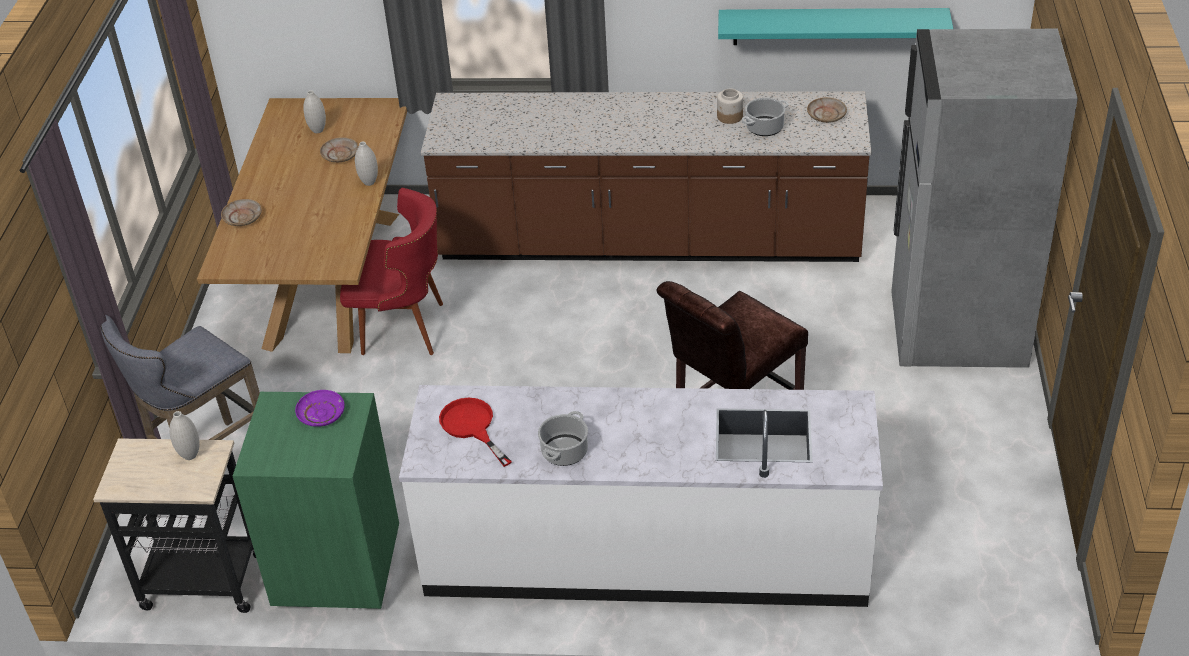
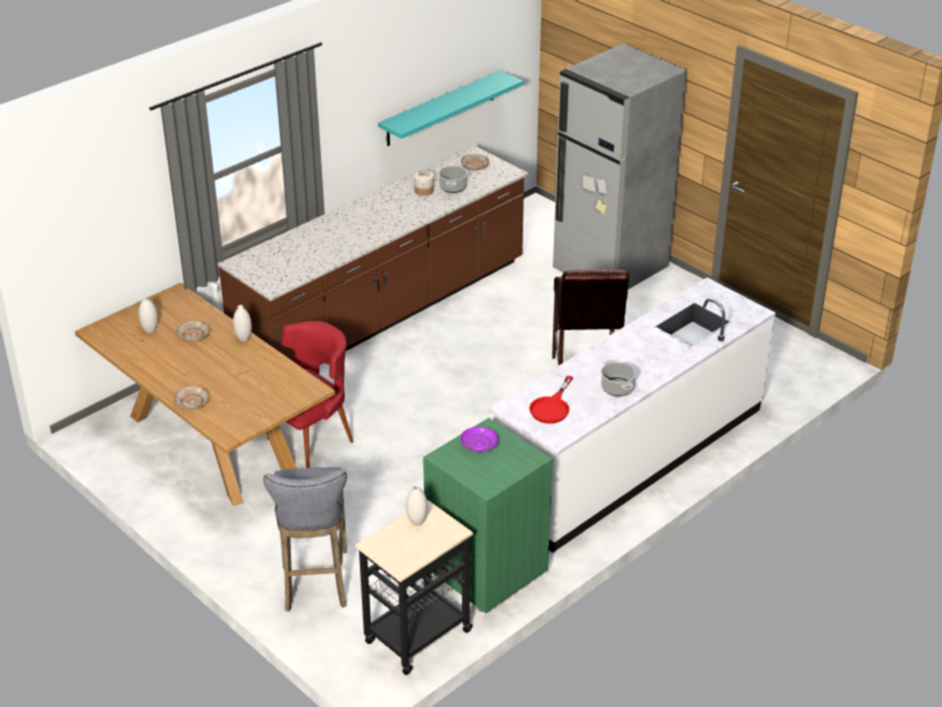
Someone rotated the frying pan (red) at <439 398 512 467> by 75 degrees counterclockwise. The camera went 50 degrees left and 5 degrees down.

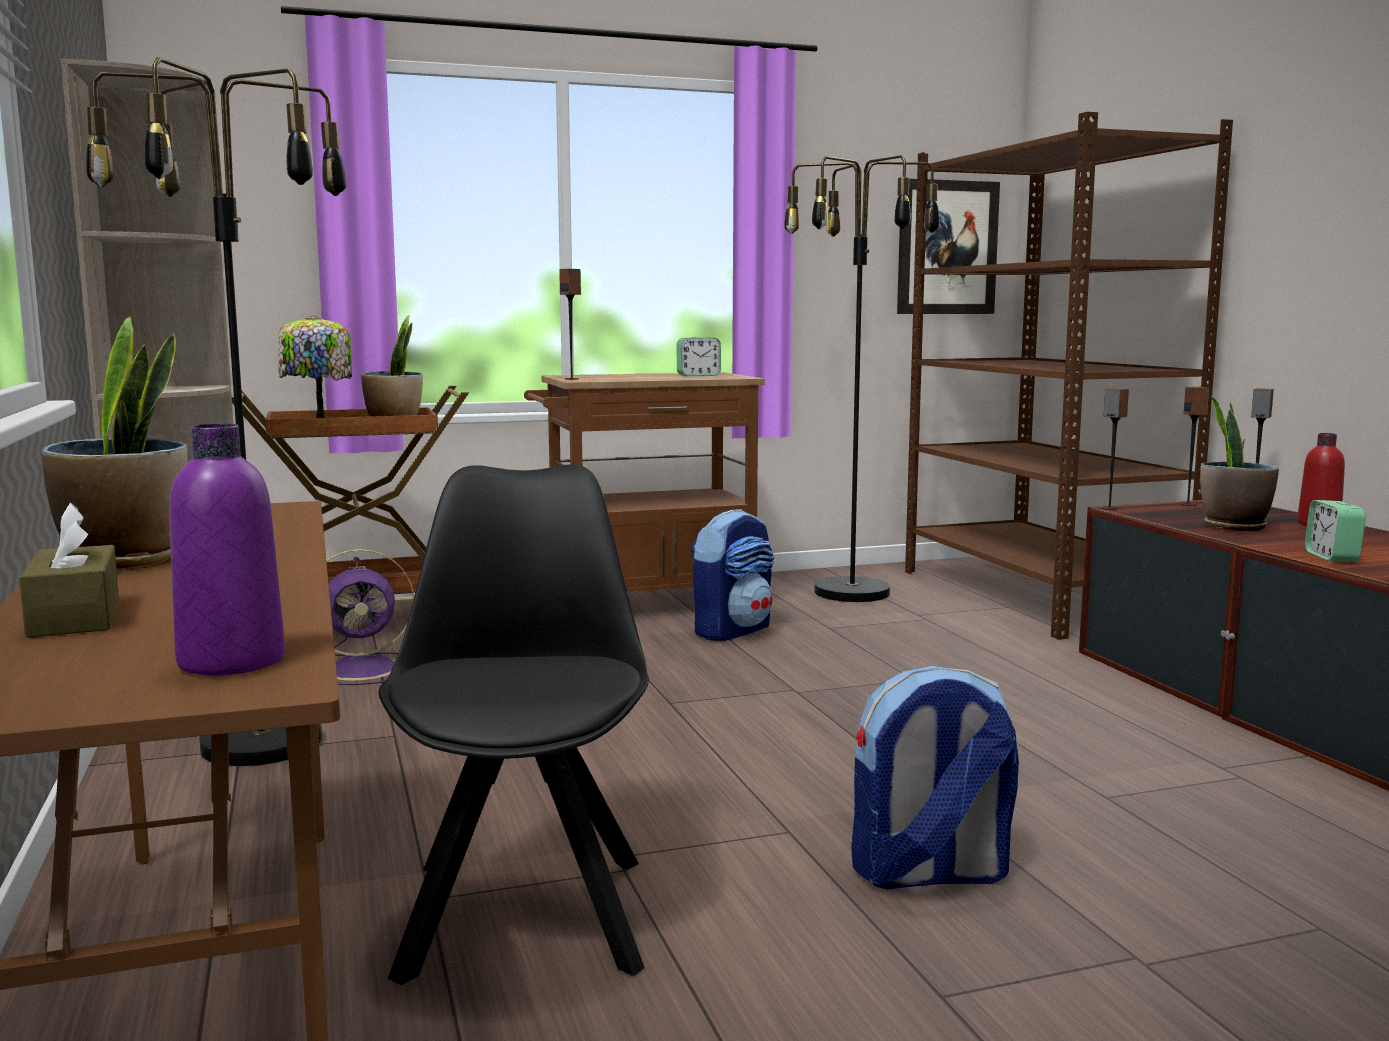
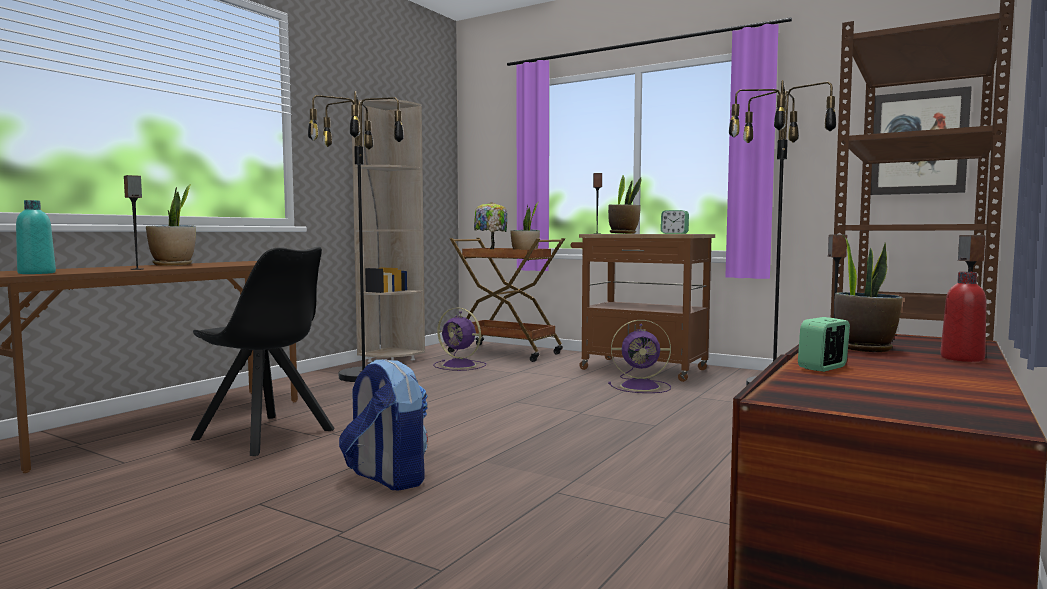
Someone repainted the bottle (purple) at <169 424 285 676>, which became the bottle (turquoise) at <16 200 56 274>. Someone carried the speaker from <1180 387 1209 506> to <124 175 143 270>. Someone rotated the chair (black) at <379 465 649 985> by 75 degrees clockwise. Someone put down the potted plant at <608 175 641 234>. Someone swapped the backpack at <691 509 774 641> for the fan (purple) at <608 320 671 393>. Someone took away the tissue box (brown) at <19 503 119 638>. The camera went 50 degrees right and 5 degrees down.

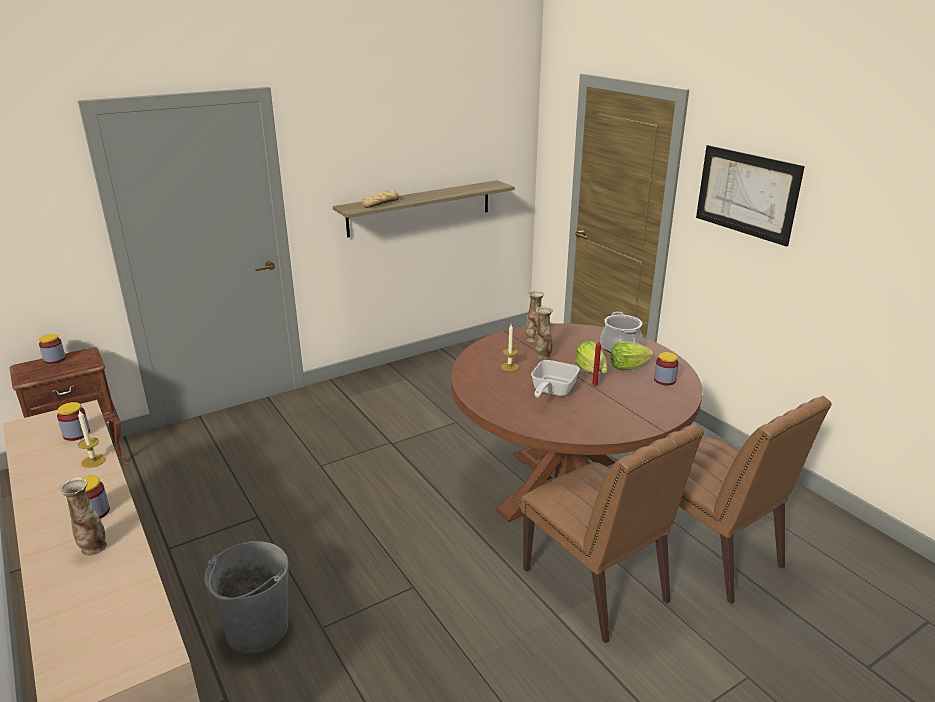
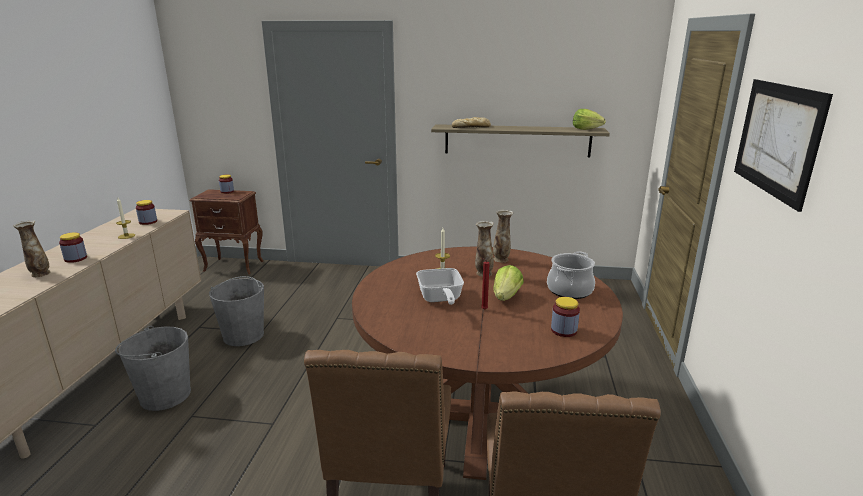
Someone put down the bucket (grey) at <209 276 264 346>. Someone rotated the frying pan at <531 360 580 398> by 75 degrees counterclockwise. Someone carried the lettuce from <610 341 653 370> to <573 109 606 130>. The camera went 40 degrees right and 5 degrees down.

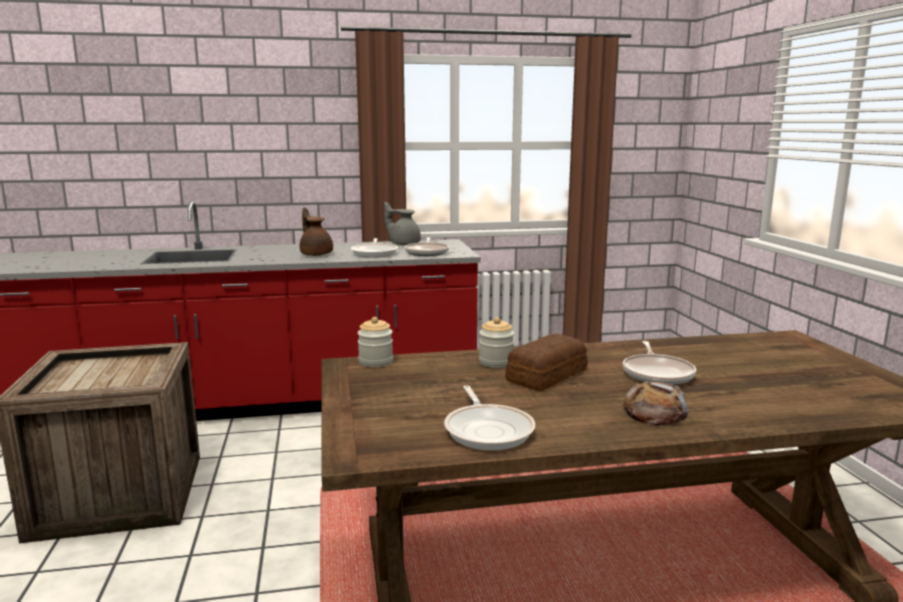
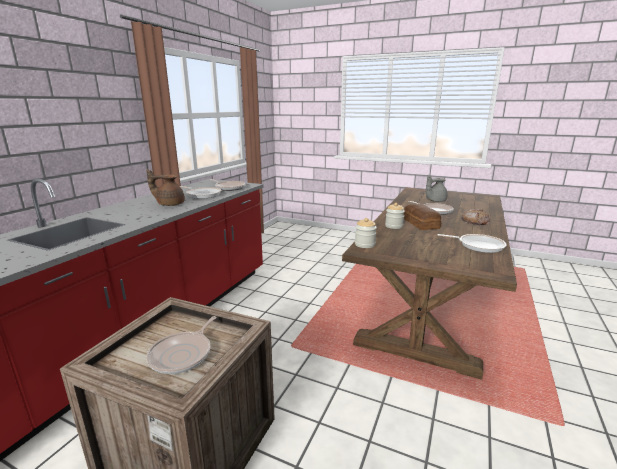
Someone put down the frying pan at <146 316 216 374>. Someone carried the teapot (grey) from <384 202 421 245> to <426 175 448 202>. The camera went 55 degrees left and 5 degrees up.

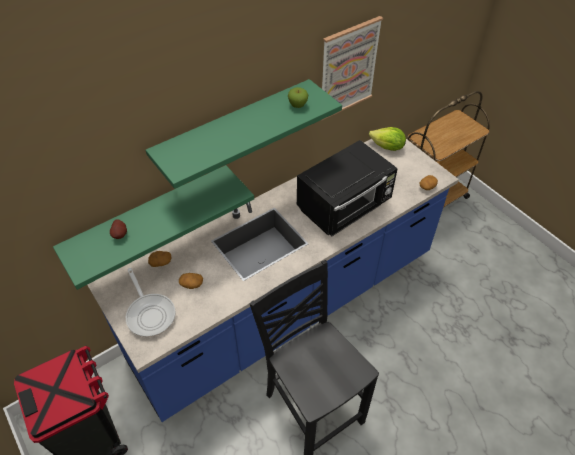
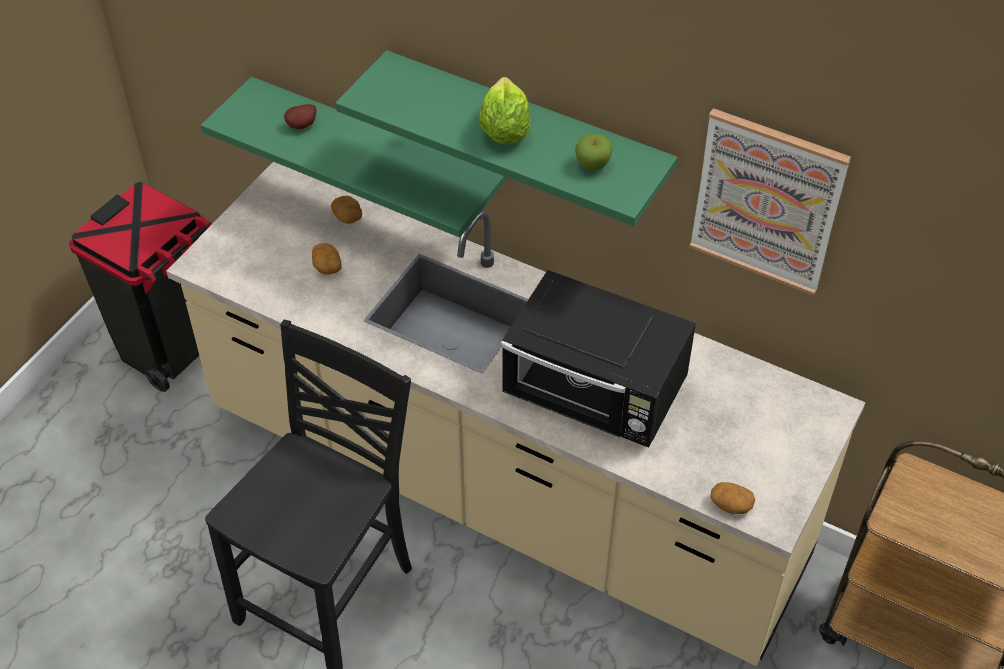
Someone repainted the counter (blue) at <88 139 459 422>, which became the counter (beige) at <166 162 866 666>. Someone carried the lettuce from <369 127 406 151> to <479 77 530 144>. Someone took away the frying pan at <126 268 176 337>. The camera went 65 degrees right and 0 degrees up.

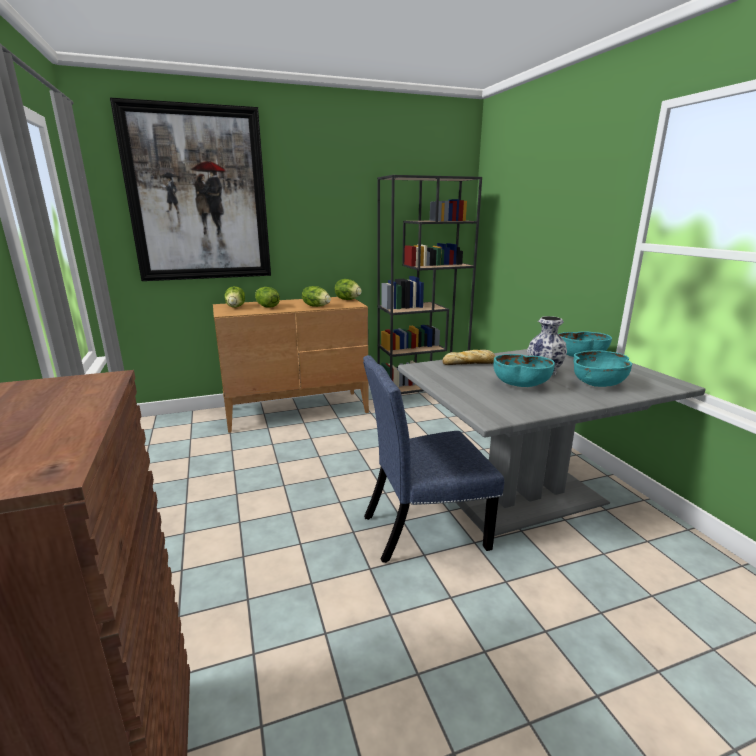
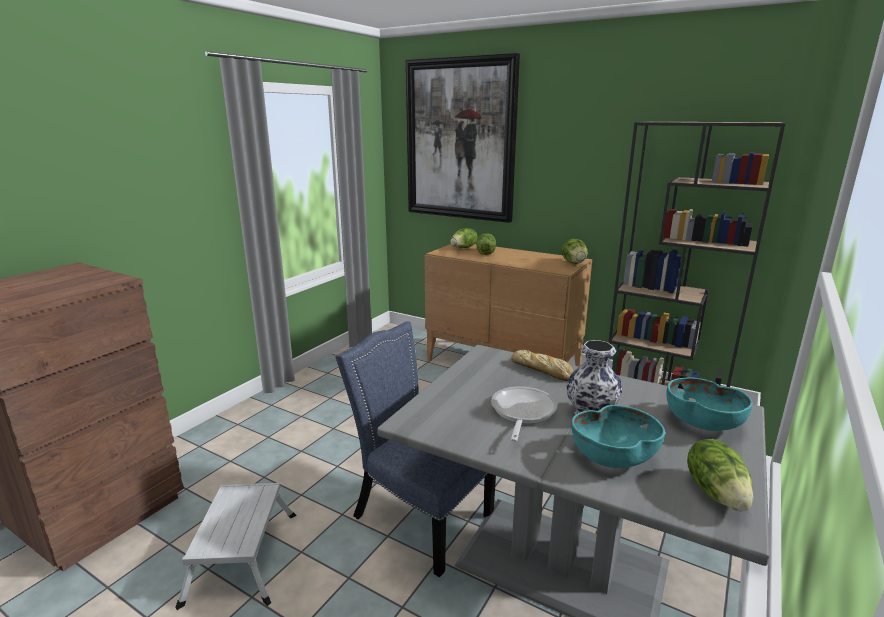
Someone put down the step ladder (white) at <175 483 296 610>. Someone swapped the bowl (turquoise) at <493 354 555 387> for the frying pan at <491 386 557 442>. Someone carried the lettuce from <302 286 331 307> to <687 439 753 511>. The camera went 50 degrees right and 0 degrees up.

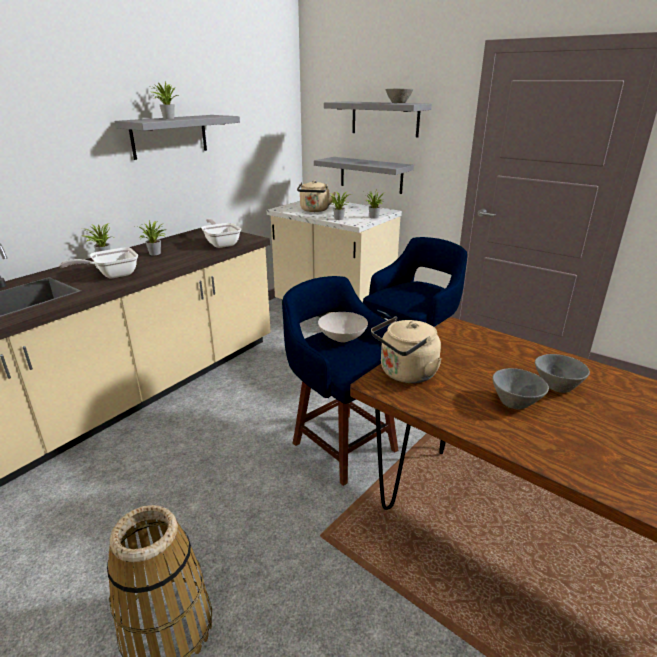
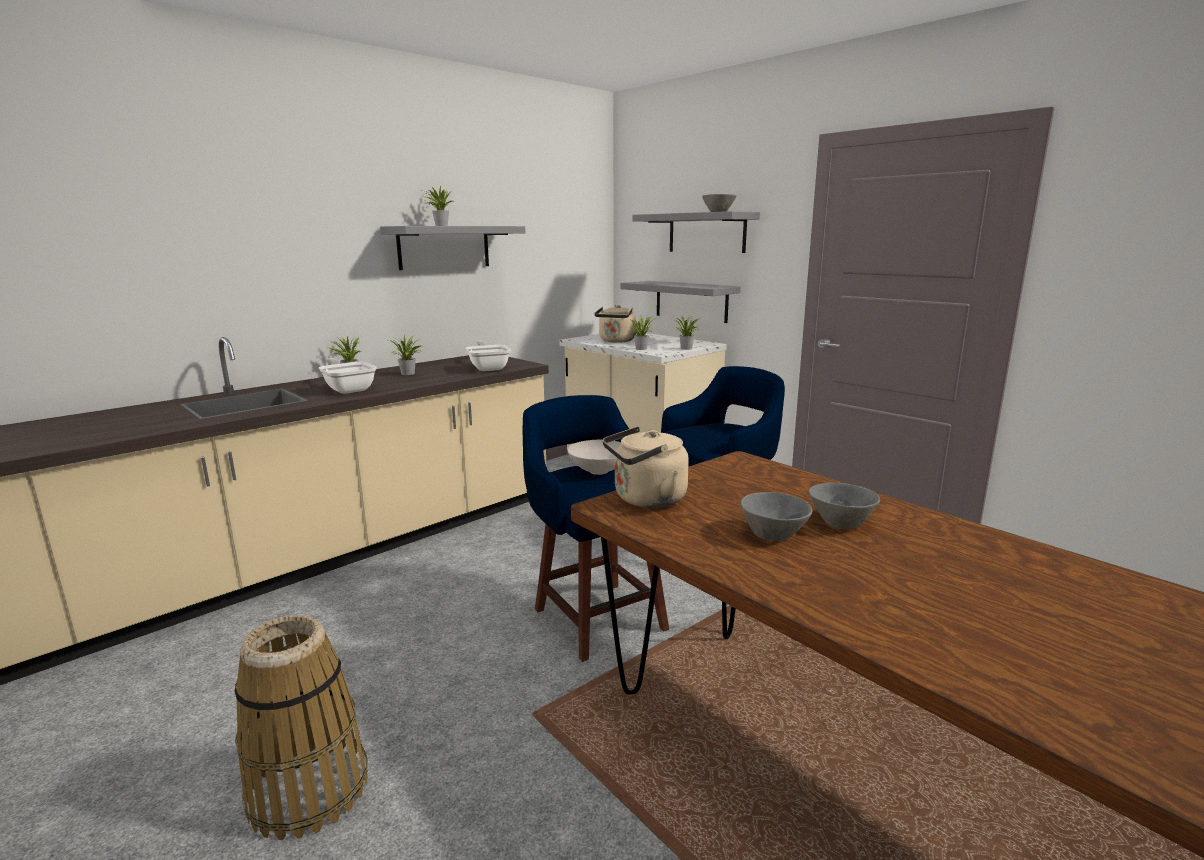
Someone rotated the frying pan at <59 247 138 278> by 75 degrees clockwise. The camera went 10 degrees right and 10 degrees down.

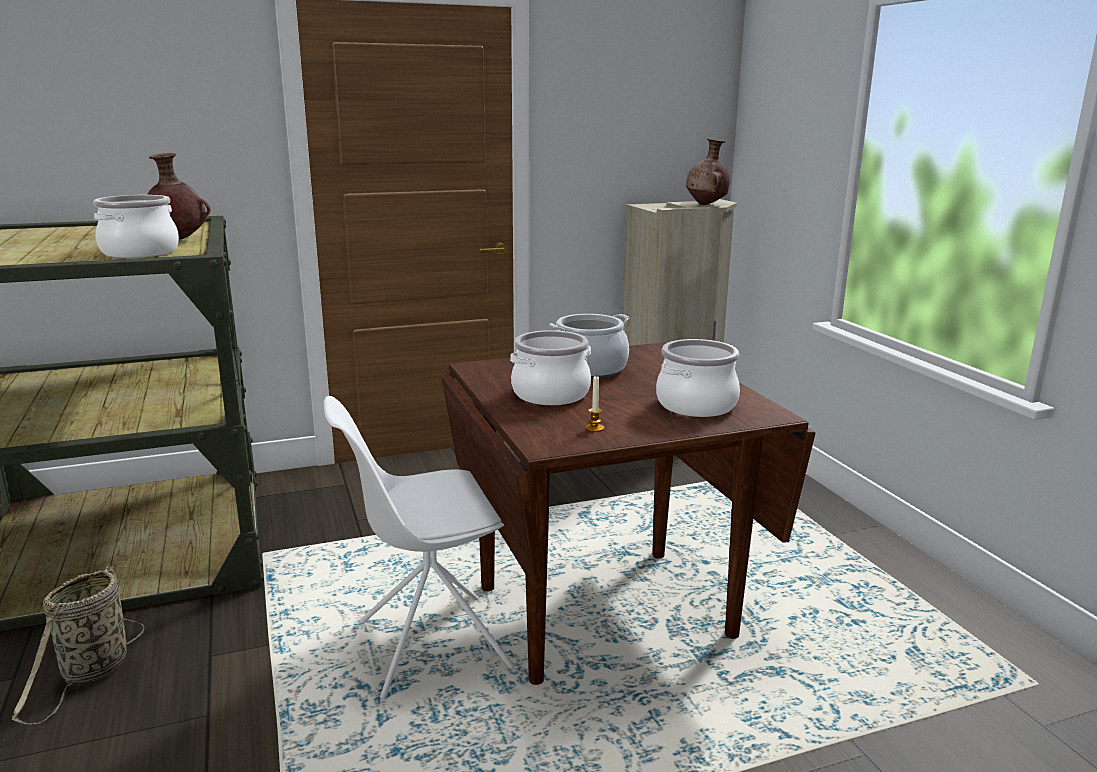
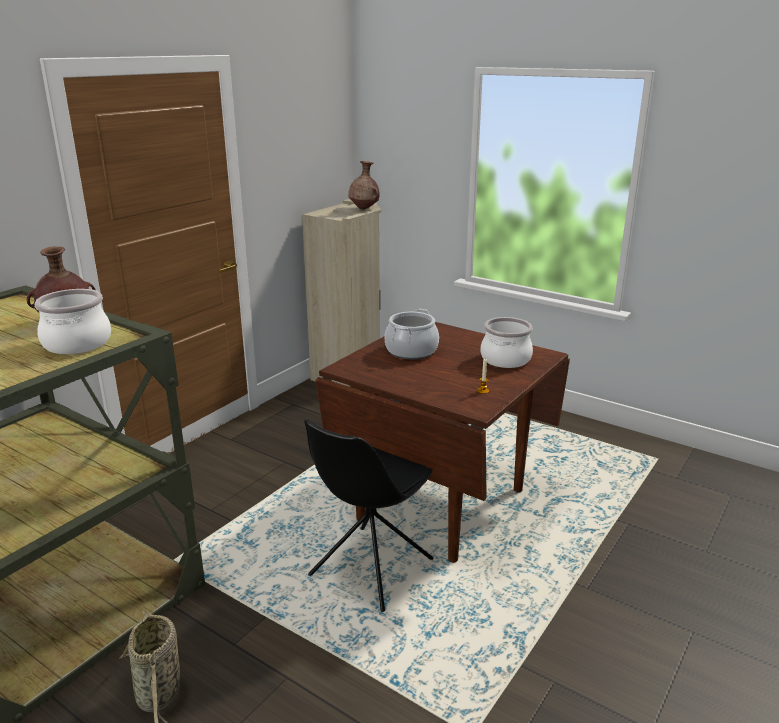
Someone repainted the chair (white) at <324 396 515 699>, which became the chair (black) at <304 419 434 612>. Someone took away the cooking pot at <510 330 591 405>. The camera went 35 degrees left and 5 degrees up.

